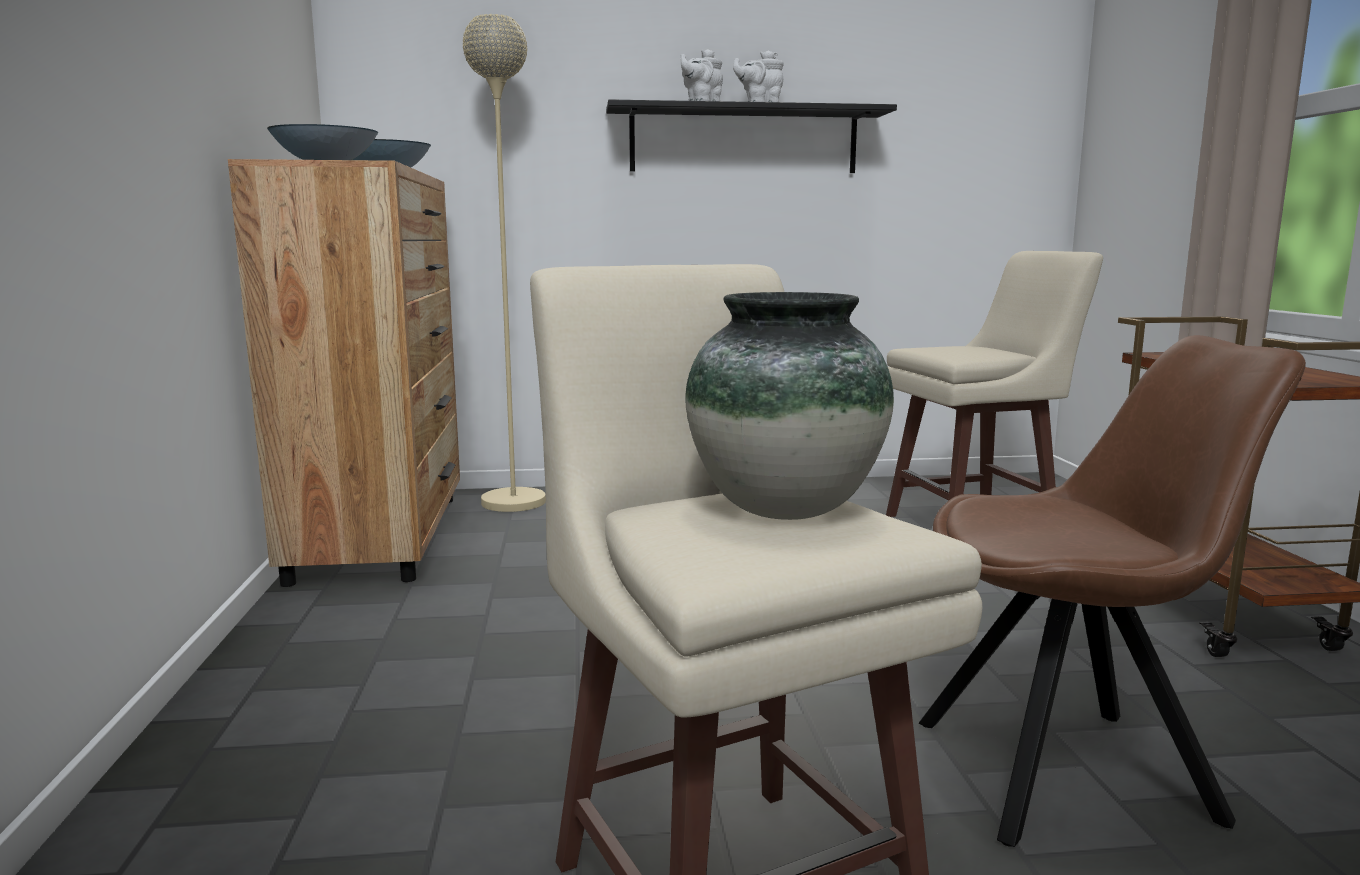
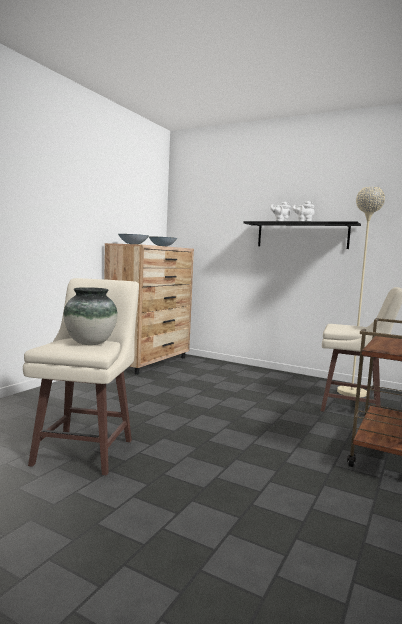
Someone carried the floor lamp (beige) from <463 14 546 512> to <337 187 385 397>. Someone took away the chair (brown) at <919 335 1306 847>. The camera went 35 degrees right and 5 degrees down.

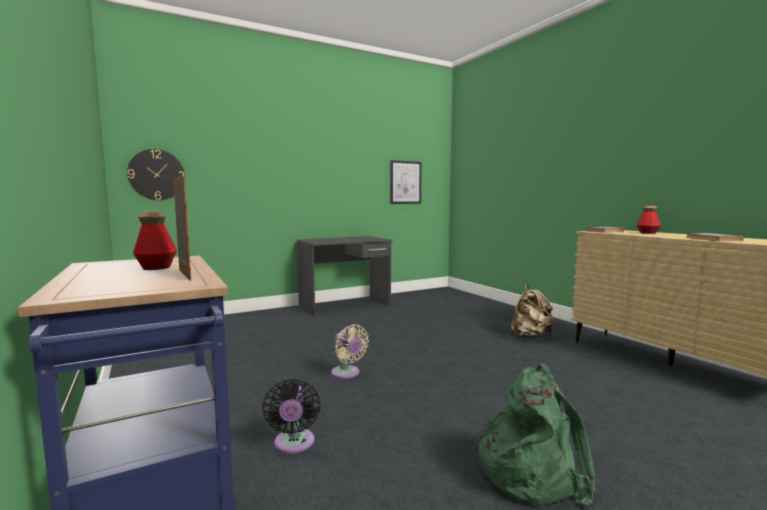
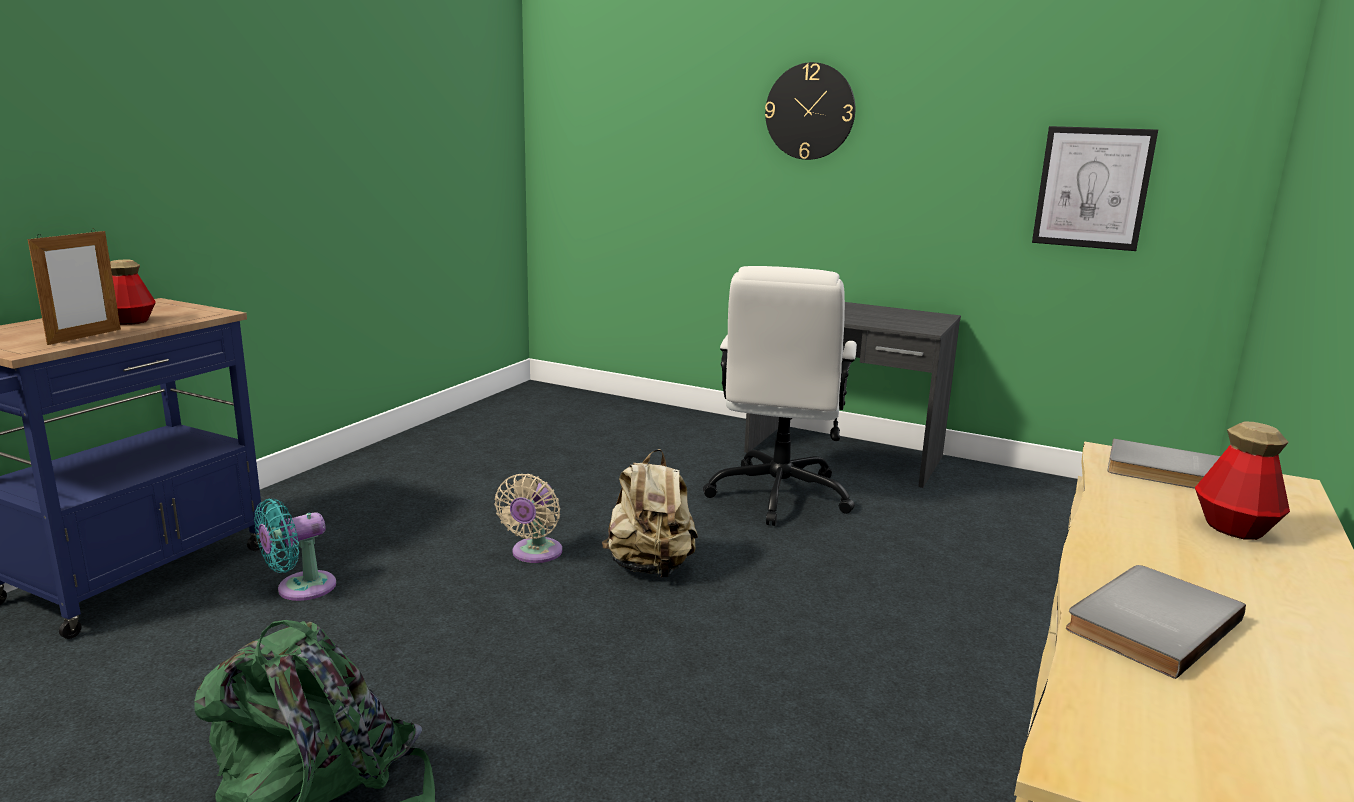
Someone repainted the fan (black) at <262 379 320 454>, which became the fan (turquoise) at <254 499 336 601>. Someone carried the backpack (beige) from <511 284 554 339> to <602 449 698 578>. Someone put down the office chair (white) at <703 266 857 526>. Someone carried the wall clock from <127 149 185 200> to <765 62 855 160>. The camera went 55 degrees right and 10 degrees up.

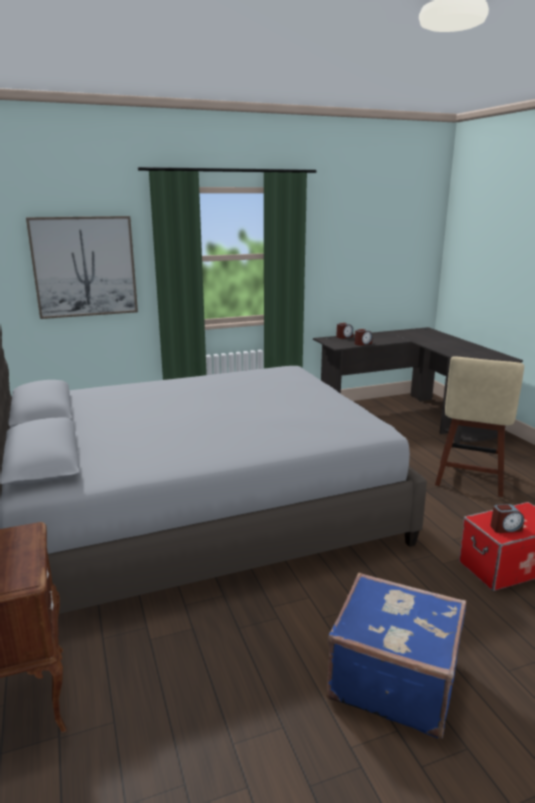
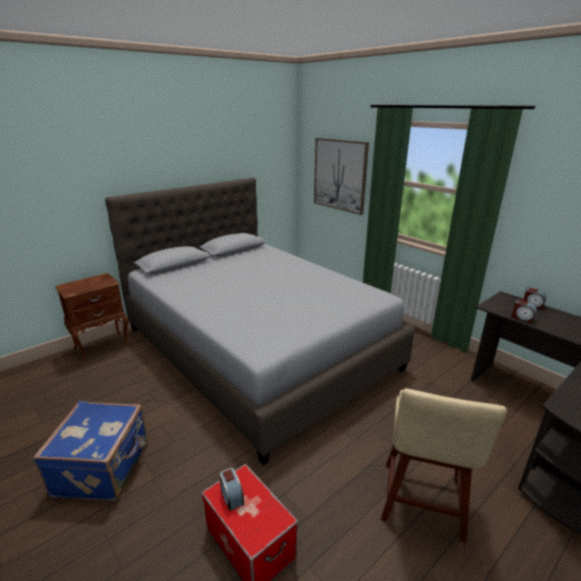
Someone rotated the chair (beige) at <435 356 524 497> by 75 degrees counterclockwise. The camera went 70 degrees right and 5 degrees up.

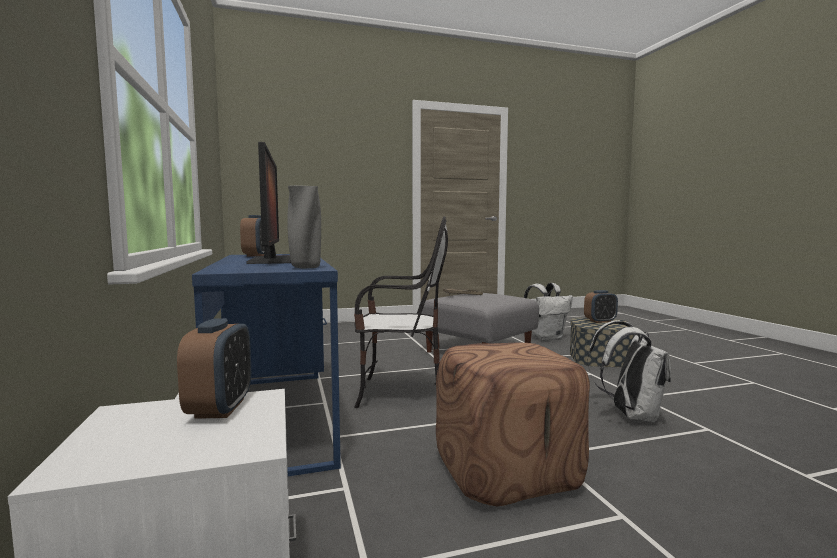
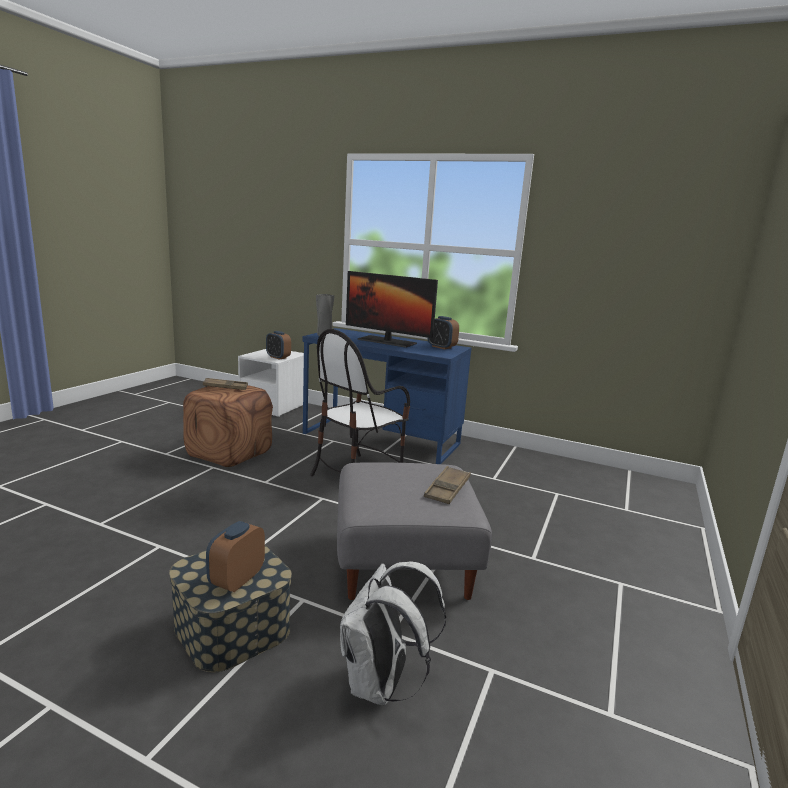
Someone put down the tray (brown) at <203 378 248 390>. Someone took away the backpack (white) at <587 320 671 422>. The camera went 130 degrees right and 10 degrees up.

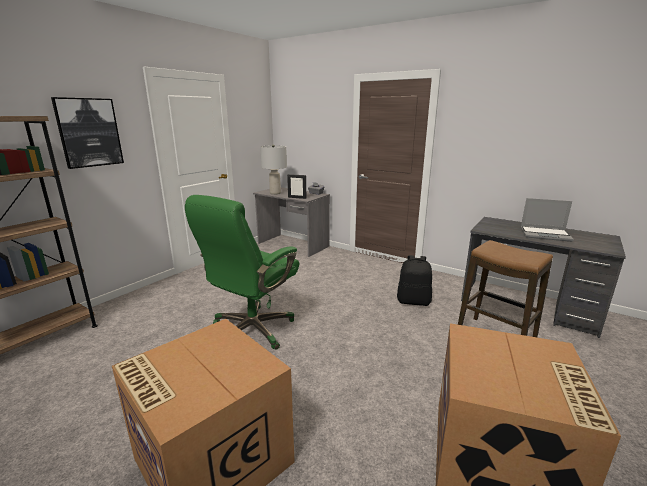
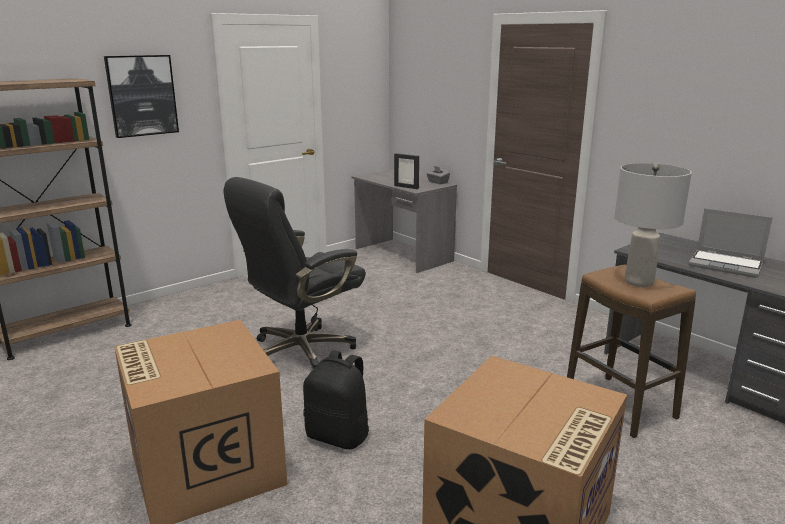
Someone repainted the office chair (green) at <185 195 299 350>, which became the office chair (black) at <224 177 366 369>. Someone carried the backpack (black) from <397 255 432 306> to <303 350 369 450>. Someone carried the table lamp (grey) from <260 144 287 195> to <614 163 692 287>. The camera went 15 degrees right and 0 degrees up.

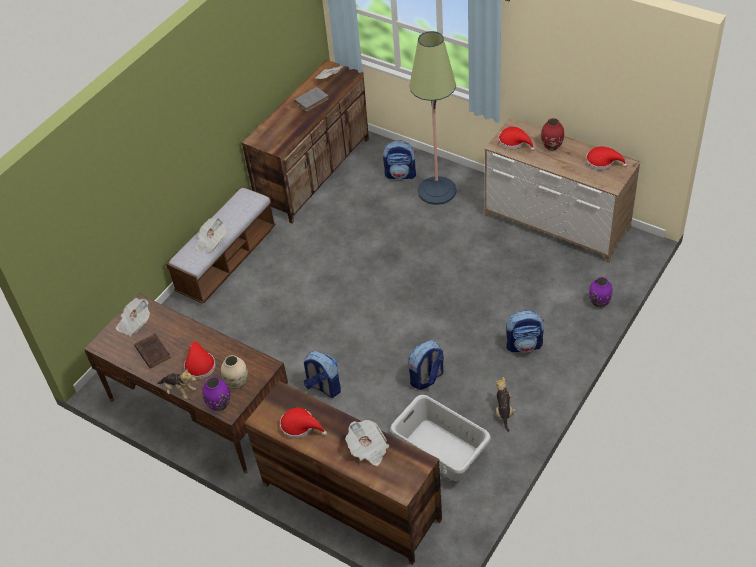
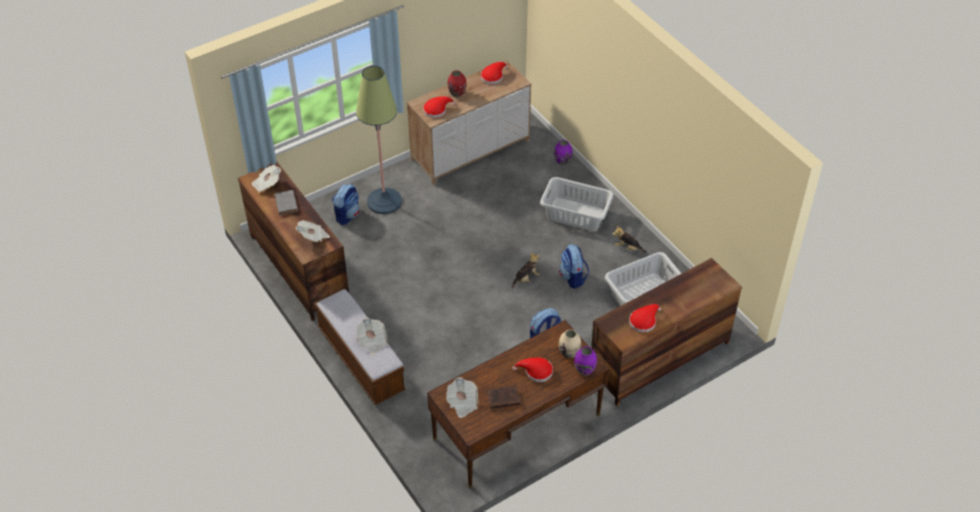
Someone carried the newspaper from <345 420 389 466> to <295 220 330 242>. Someone carried the plush toy from <157 369 196 399> to <512 253 539 289>. Someone swapped the backpack at <506 310 544 353> for the laundry basket (grey) at <540 177 614 231>. The camera went 70 degrees left and 0 degrees up.

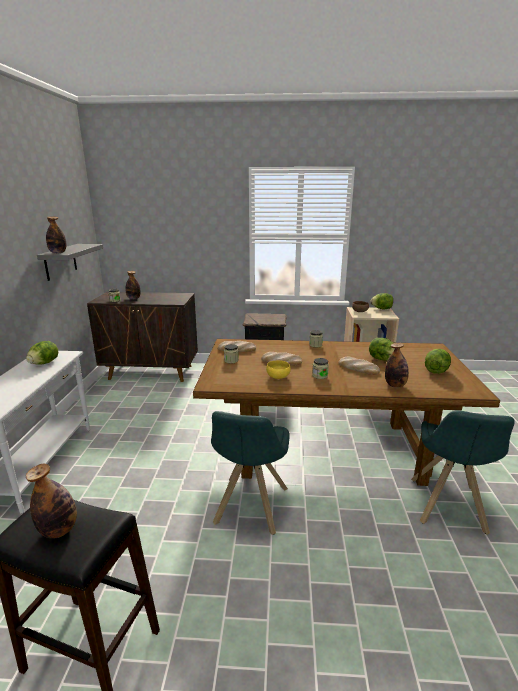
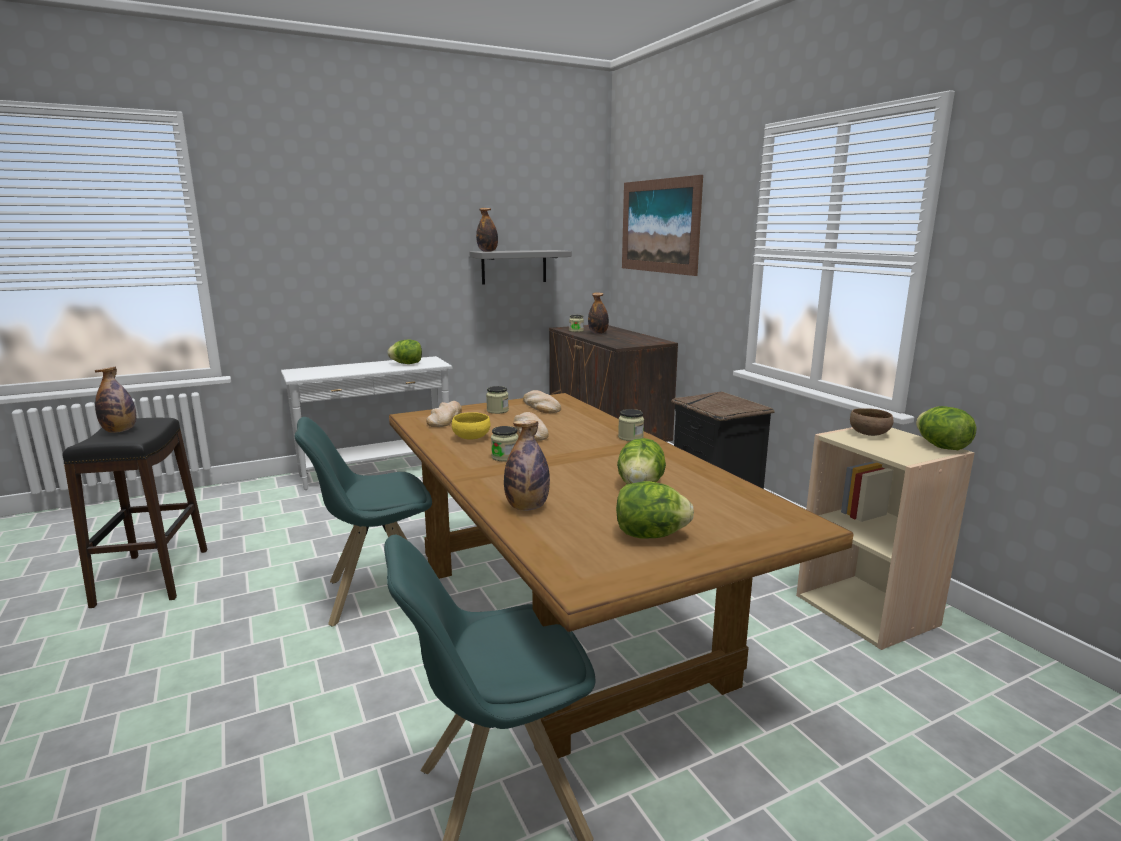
Someone carried the bread from <339 357 380 375> to <426 401 462 427>. Someone put up the picture at <622 175 703 276>. The camera went 60 degrees right and 5 degrees down.

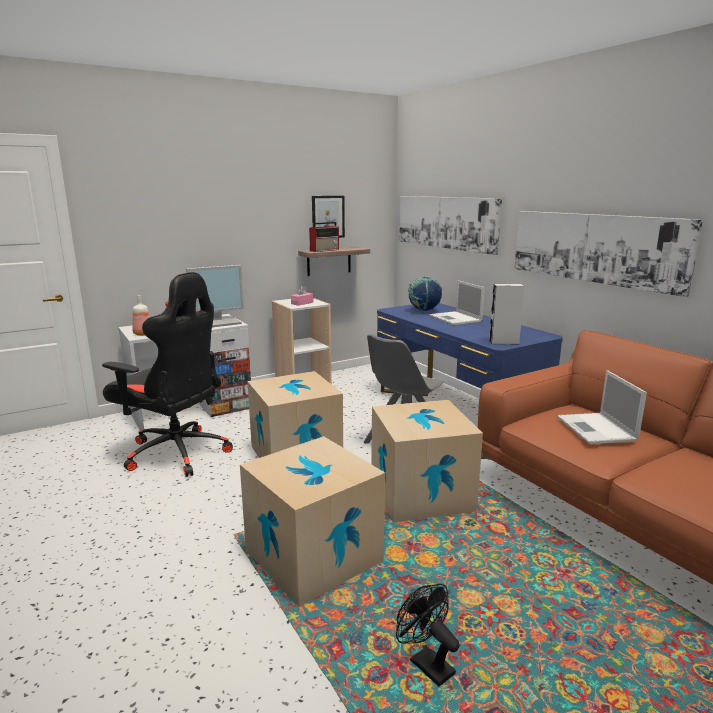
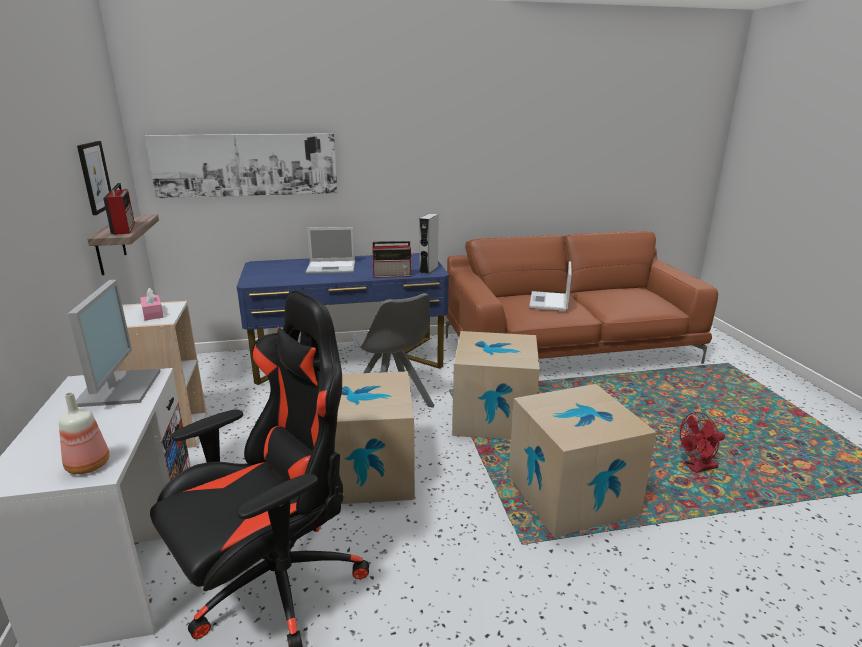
Someone put down the radio at <372 241 413 278>. Someone rotated the laptop at <557 370 647 444> by 90 degrees clockwise. Someone repainted the fan (black) at <396 584 460 686>, which became the fan (red) at <680 412 725 473>. Someone took away the globe at <408 276 442 312>. Someone took away the picture at <514 211 703 297>. The camera went 70 degrees left and 5 degrees up.

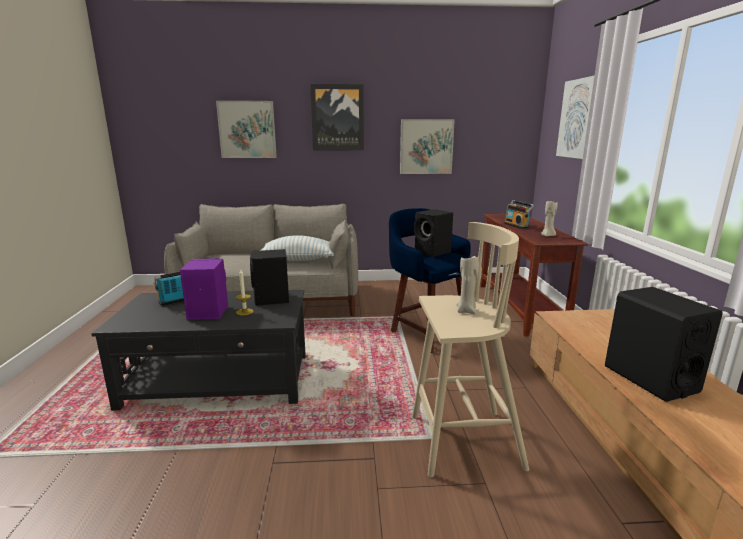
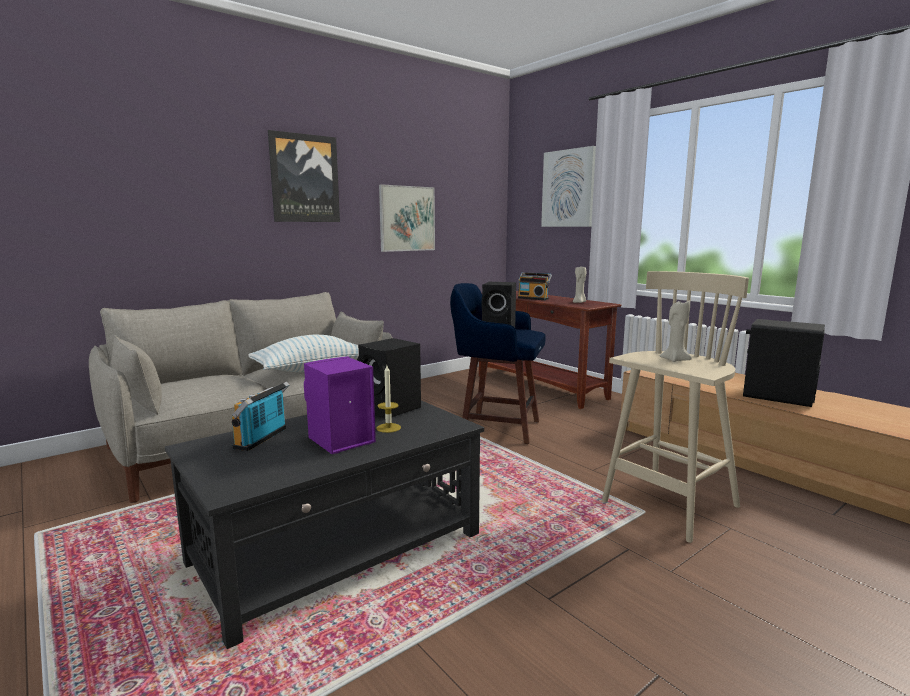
Someone took away the picture at <216 101 277 158>. The camera went 35 degrees left and 5 degrees down.

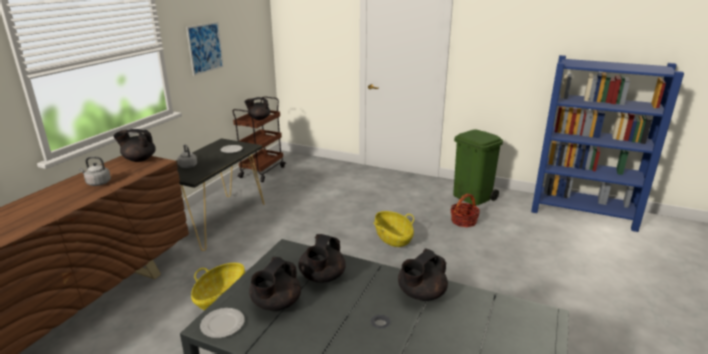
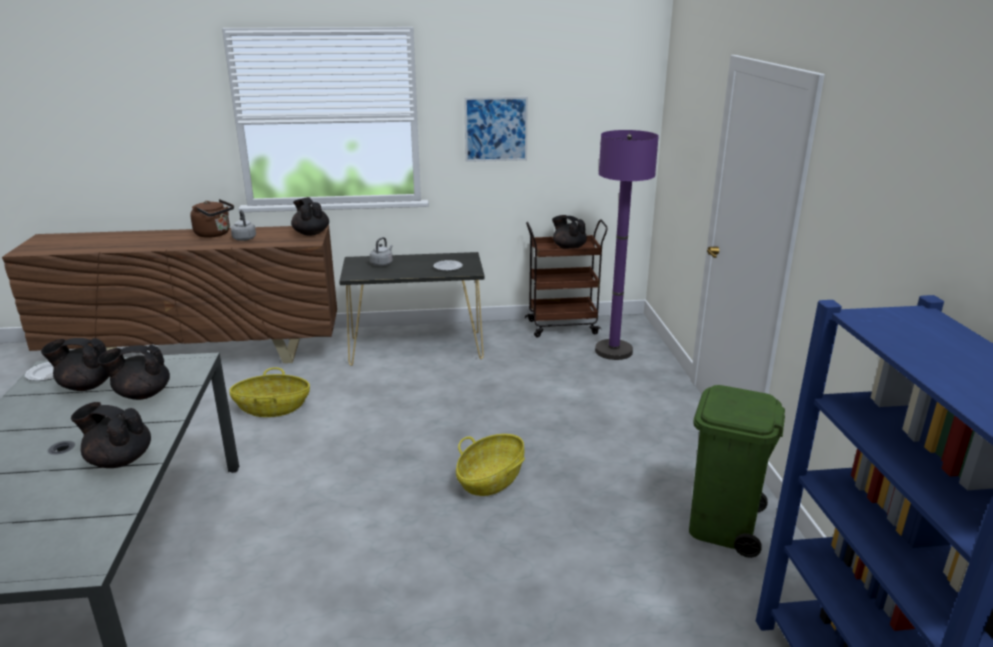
Someone put down the kettle (brown) at <190 199 234 238>. Someone put down the floor lamp (purple) at <595 130 659 360>. Someone took away the basket at <451 194 480 227>. The camera went 60 degrees right and 0 degrees up.

